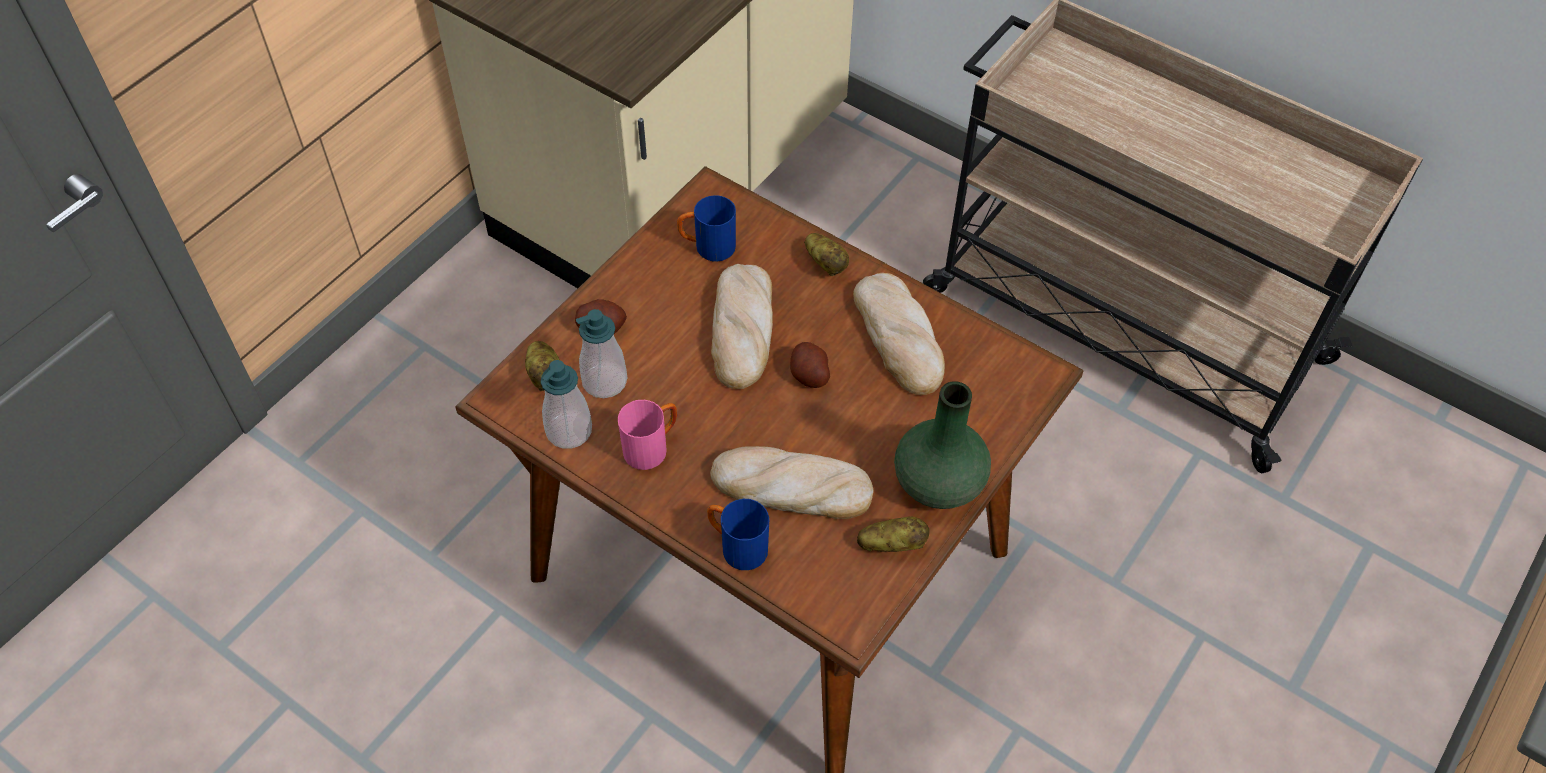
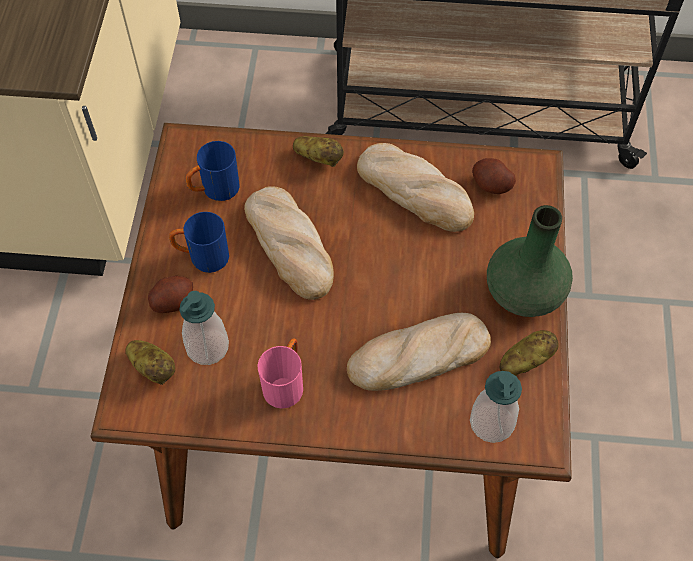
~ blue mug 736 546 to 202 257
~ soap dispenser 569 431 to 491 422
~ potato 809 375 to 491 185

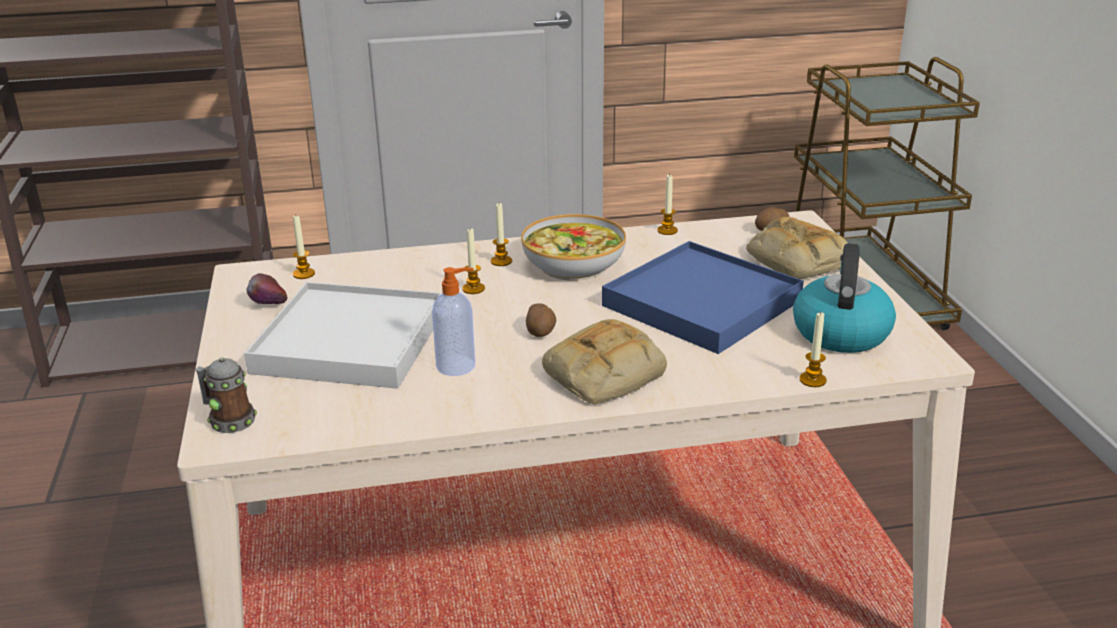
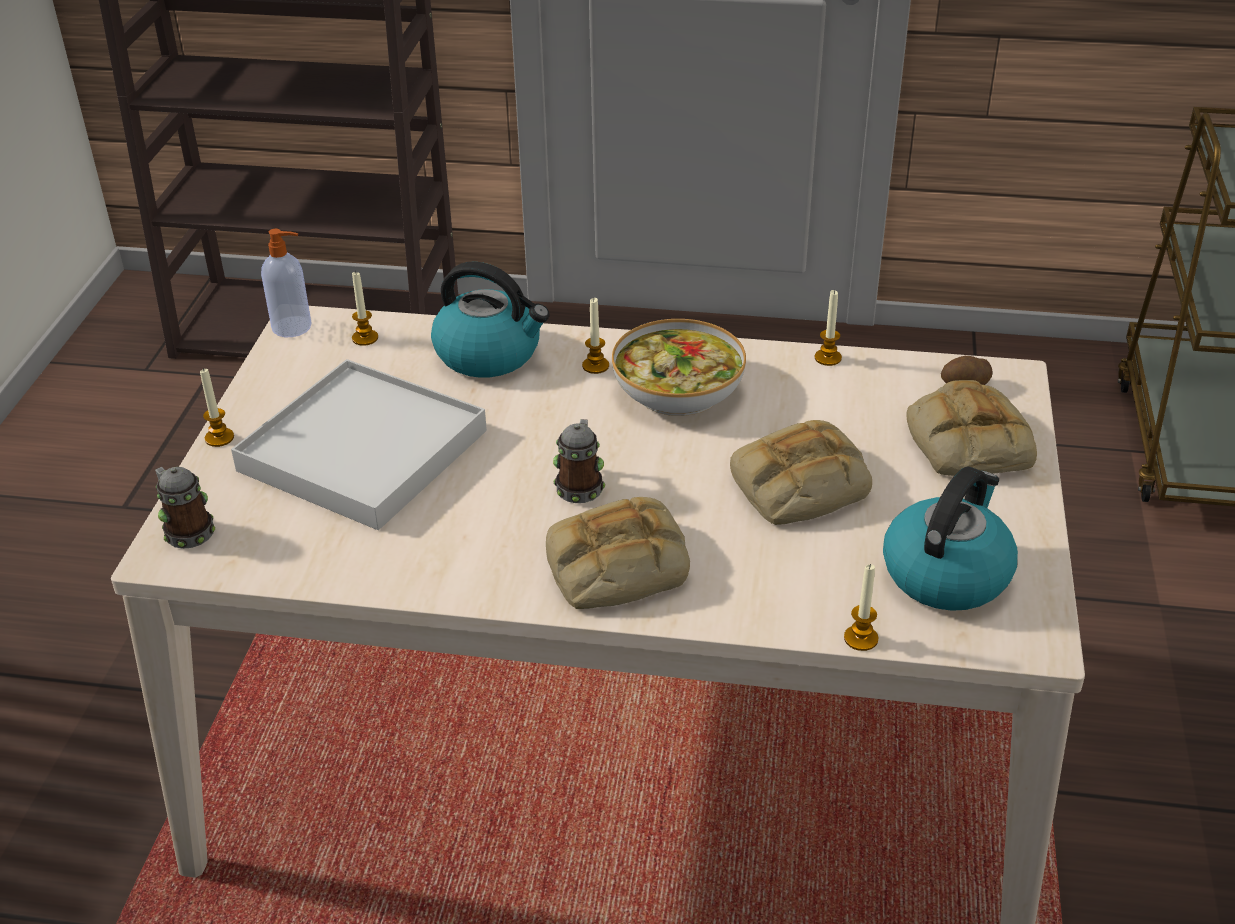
~ candle 473 289 to 219 438
~ soap dispenser 457 366 to 293 327
+ kettle 490 354
~ potato 541 331 to mug 580 485
~ blue tray 702 303 to bread 798 486
- apple 269 307

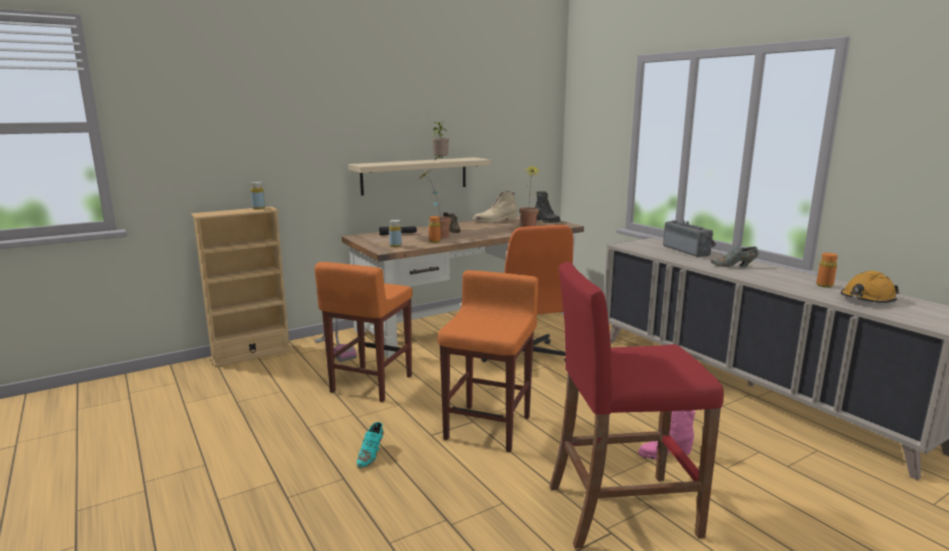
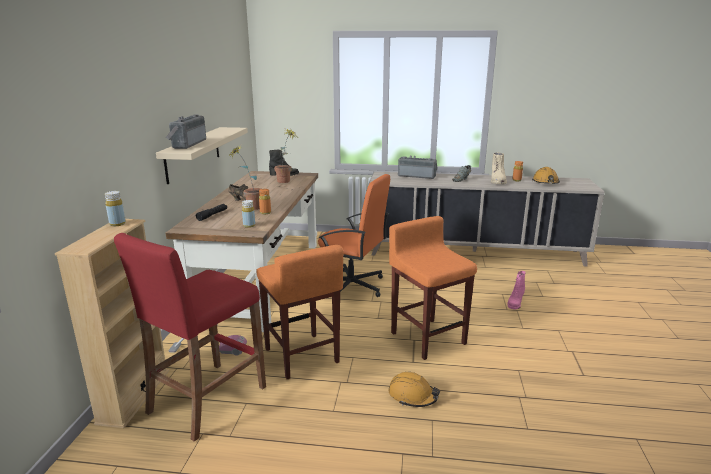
~ red stool 621 510 to 207 399
+ radio 187 144
~ turquoise shoe 371 455 to orange hard hat 412 396
~ beige boot 495 221 to 498 181
- potted plant 440 161

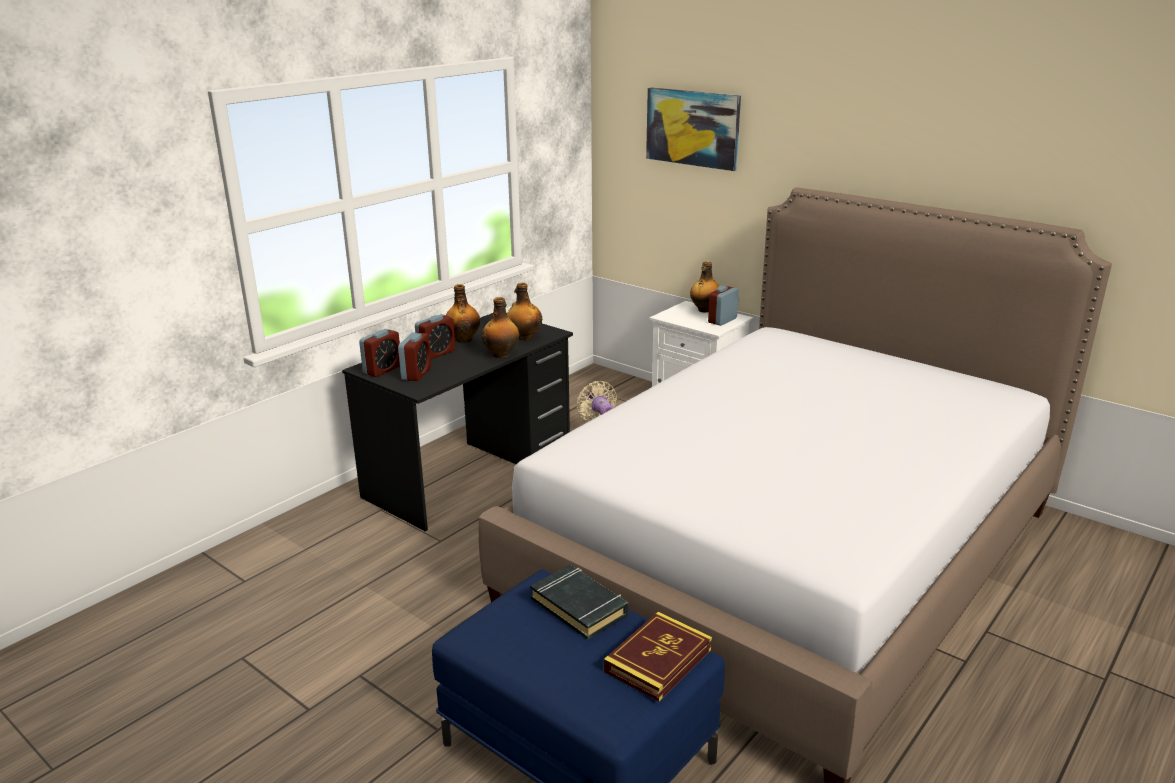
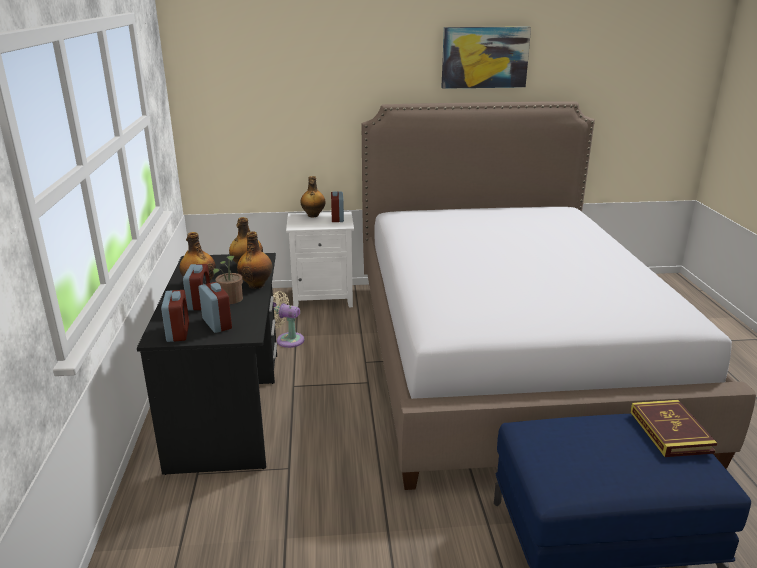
+ potted plant 230 300
~ picture 693 128 to 484 57
- black book 579 607

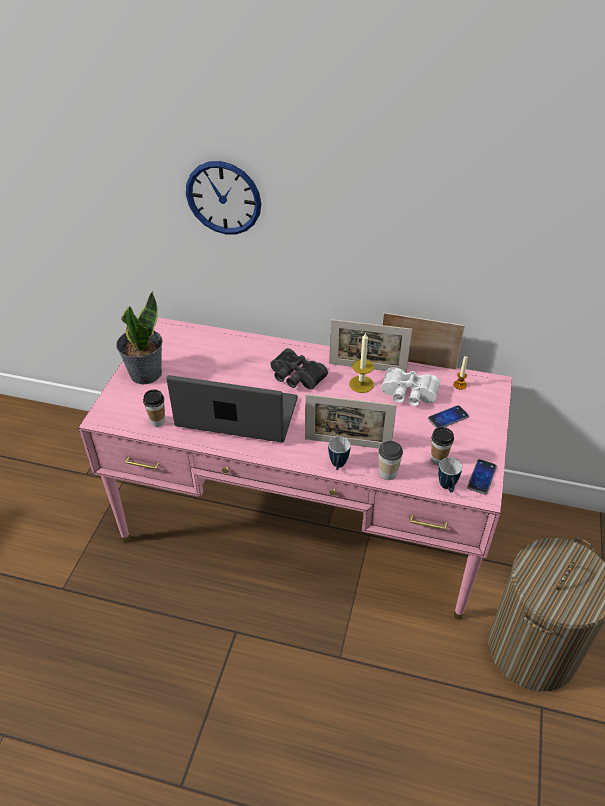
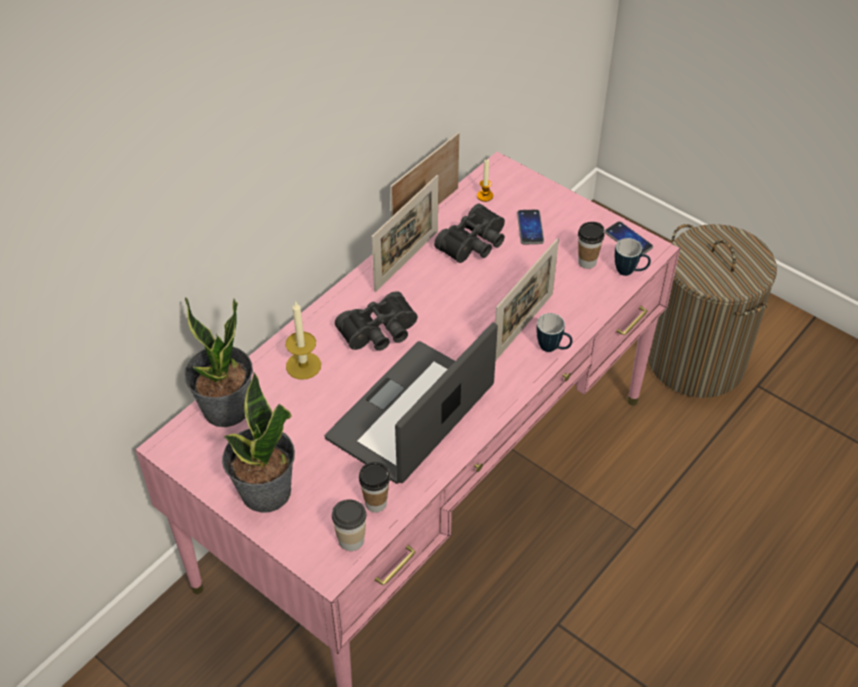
+ potted plant 226 409
~ candle 361 384 to 303 365
~ cup 387 473 to 351 540
~ white binoculars 408 395 to black binoculars 475 244
- wall clock 223 198

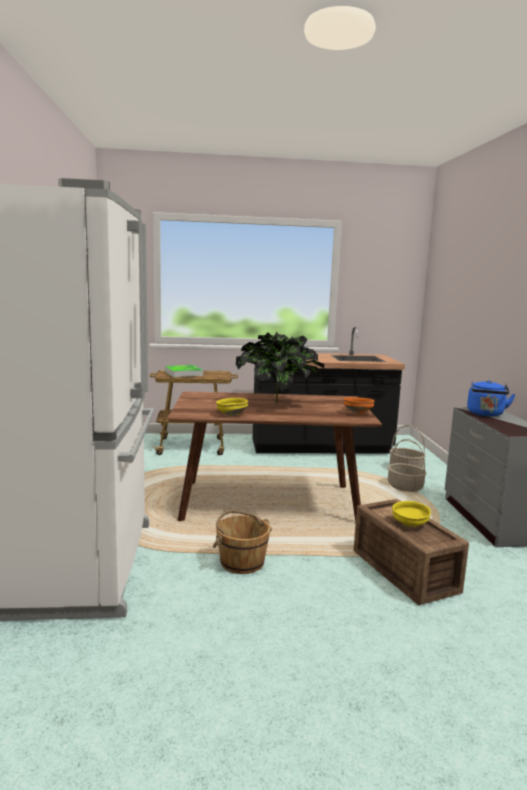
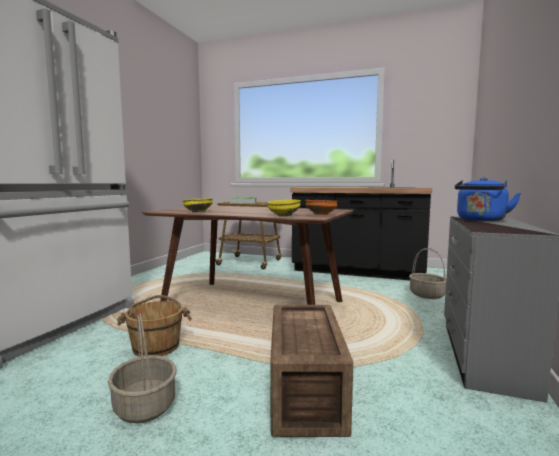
~ basket 405 487 to 145 406
~ yellow bowl 409 524 to 283 216
- potted plant 278 403

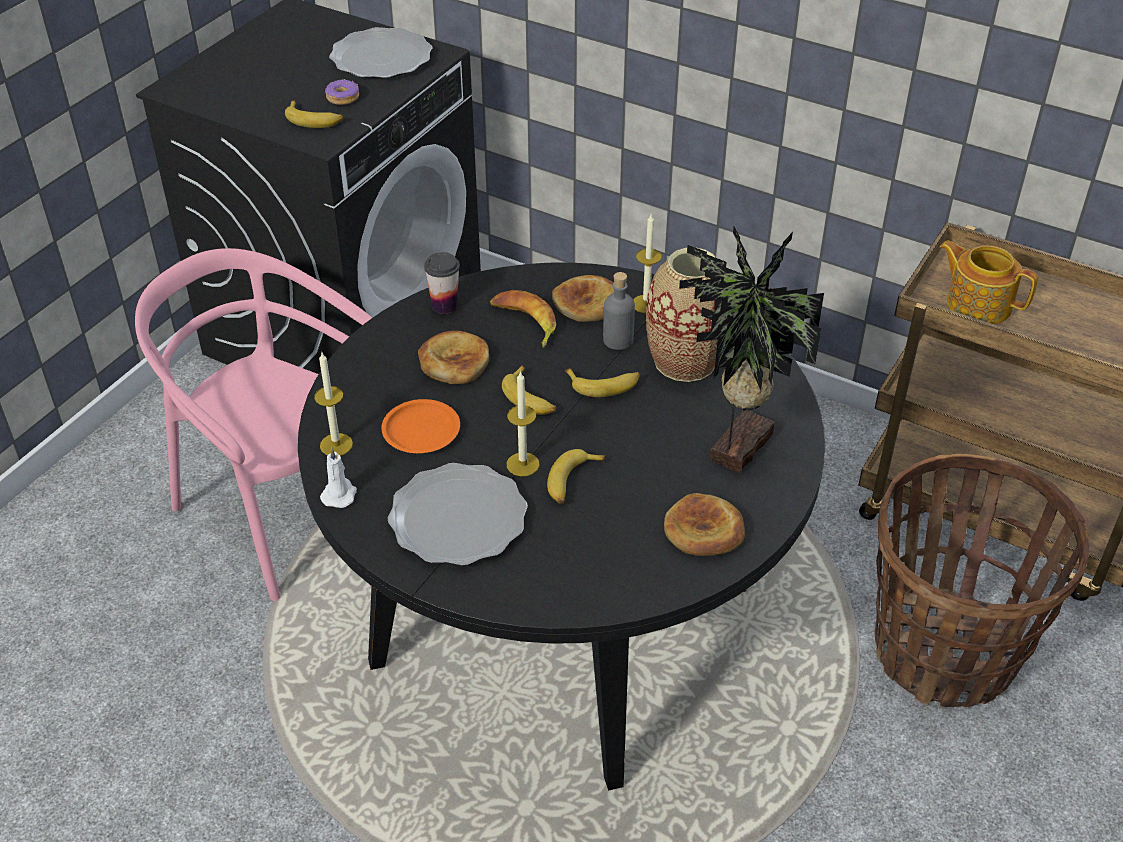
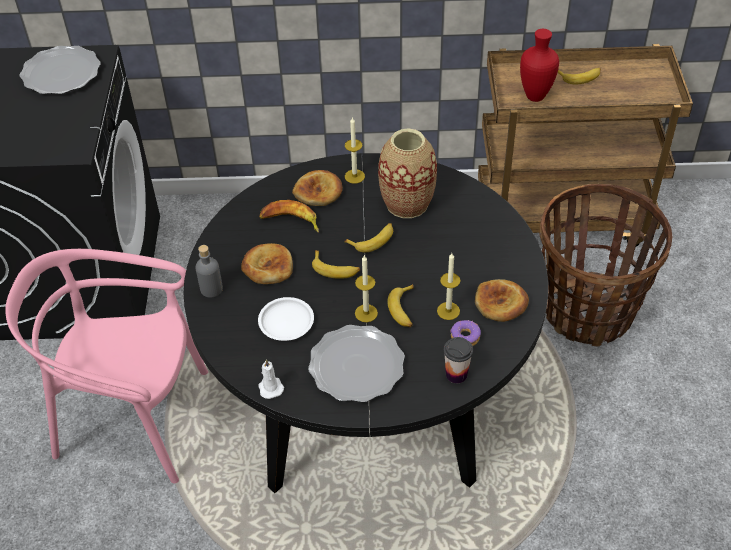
~ grey bottle 618 340 to 211 289
~ orange plate 421 430 to white plate 286 321
~ candle 336 445 to 448 311
~ cup 444 305 to 456 374
~ donut 342 98 to 465 337
~ teapot 978 304 to red vase 536 96
~ banana 314 120 to 580 77
- potted plant 736 446

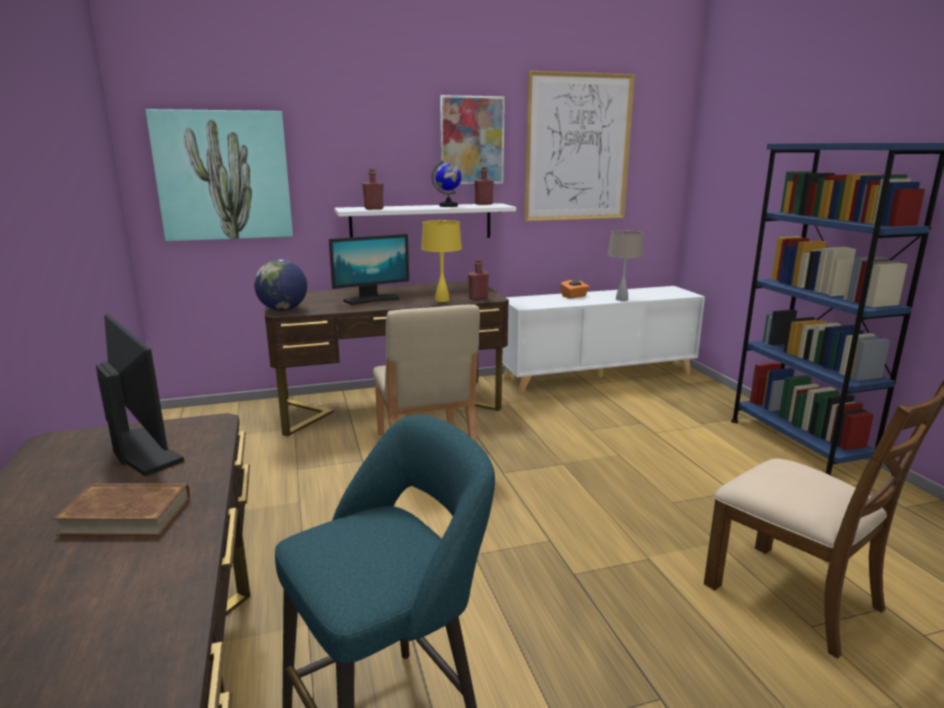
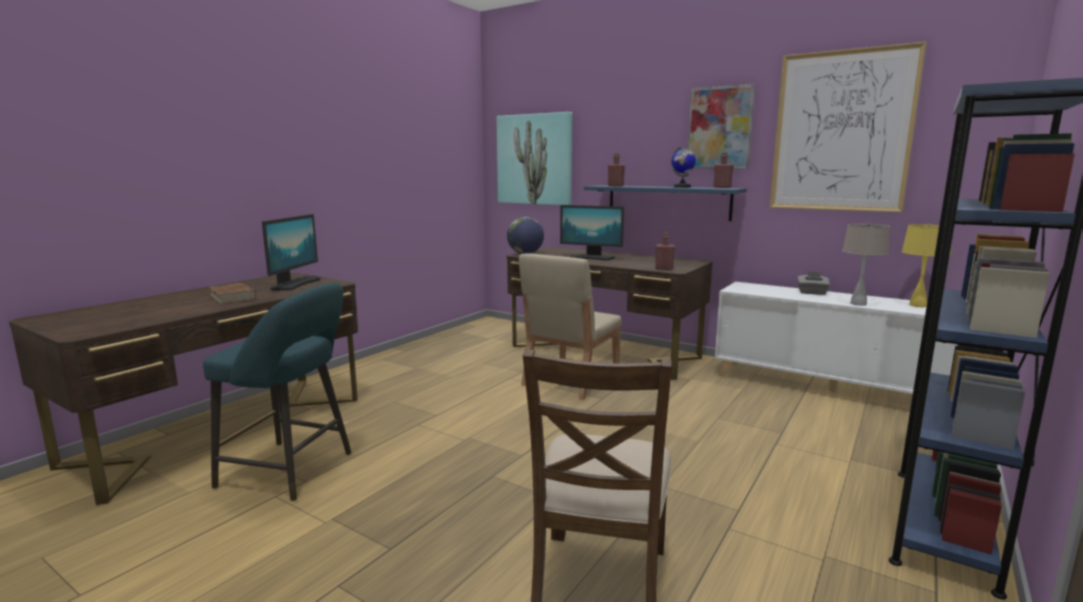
~ white shelf 421 223 to blue shelf 668 202
~ orange tissue box 574 296 to grey tissue box 812 293
~ yellow table lamp 442 300 to 917 305

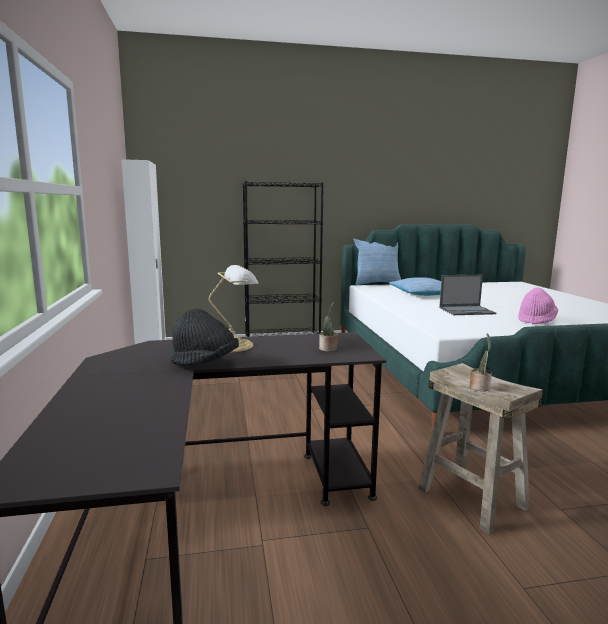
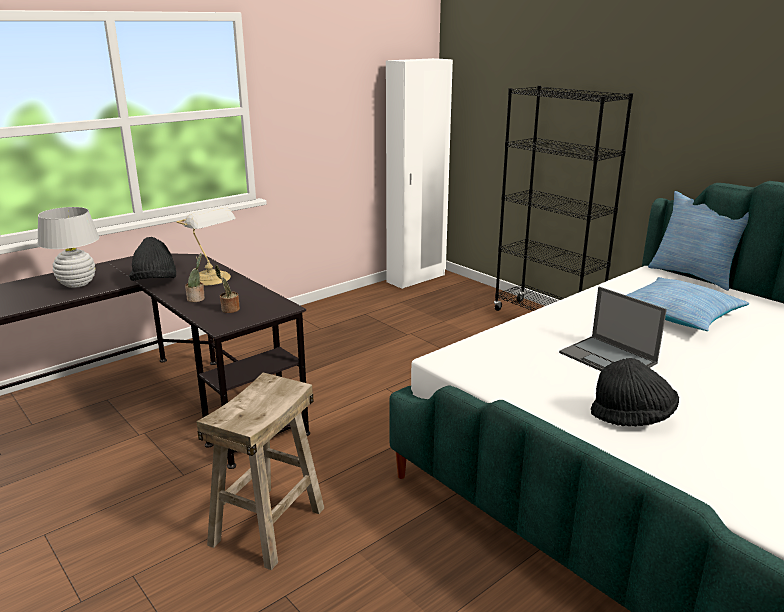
+ white table lamp 77 284
~ potted plant 480 387 to 197 299
~ pink hat 536 320 to black hat 632 417

